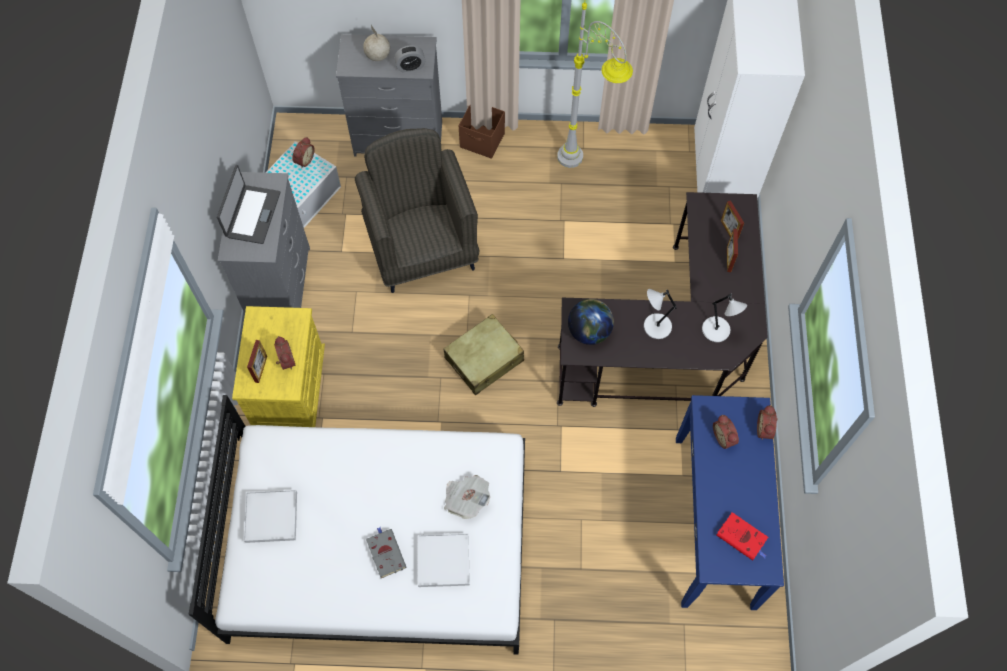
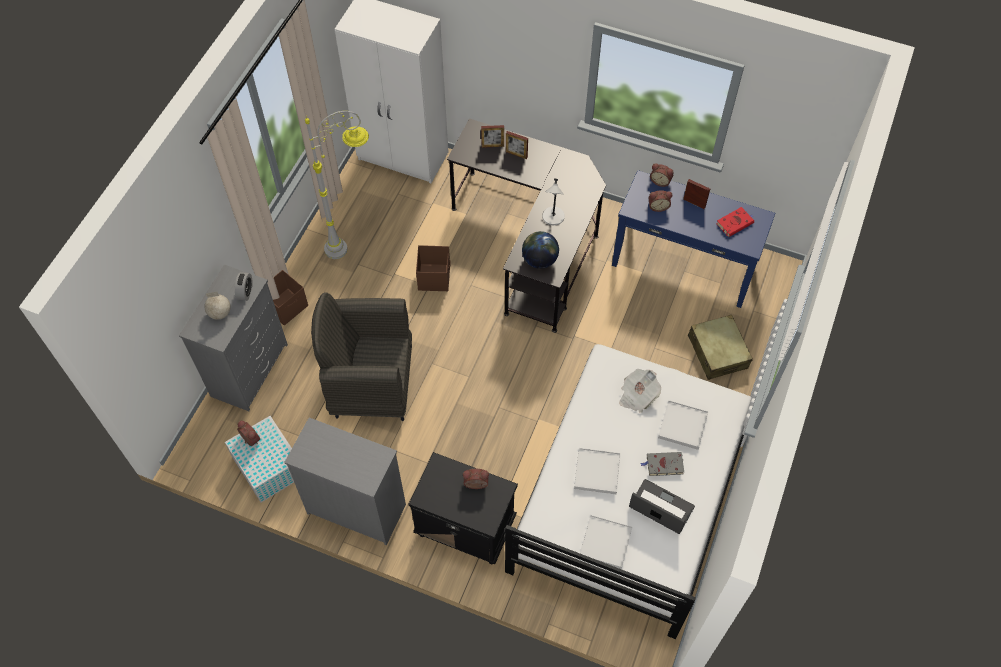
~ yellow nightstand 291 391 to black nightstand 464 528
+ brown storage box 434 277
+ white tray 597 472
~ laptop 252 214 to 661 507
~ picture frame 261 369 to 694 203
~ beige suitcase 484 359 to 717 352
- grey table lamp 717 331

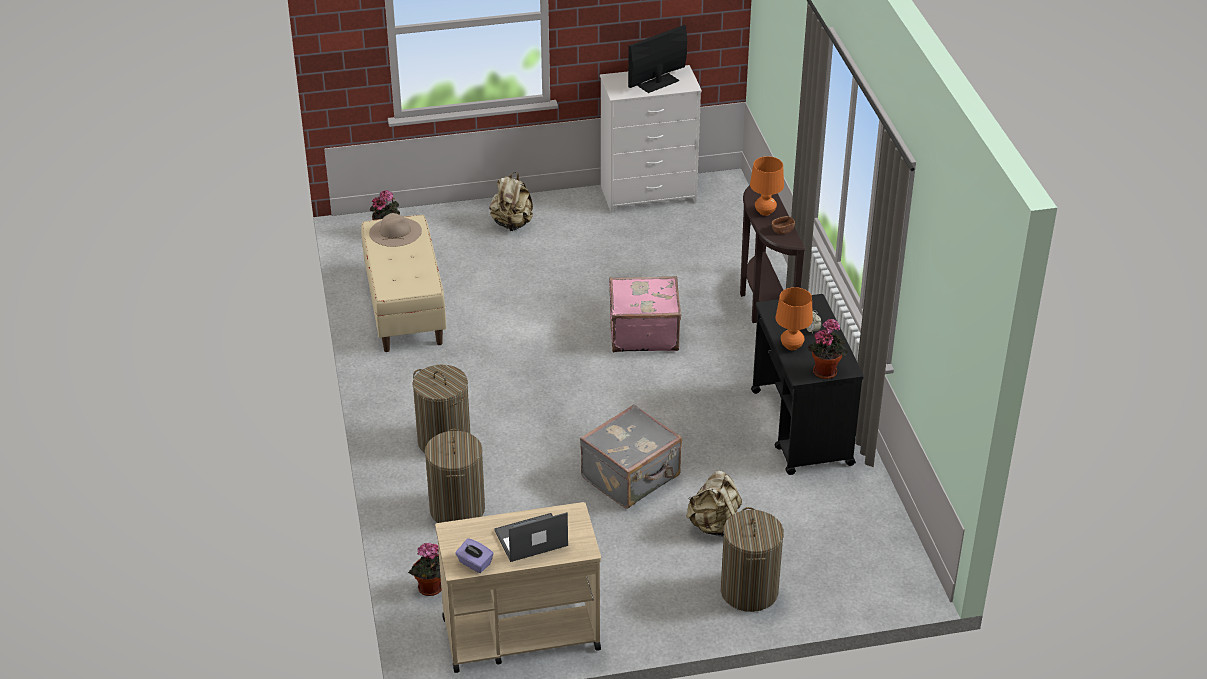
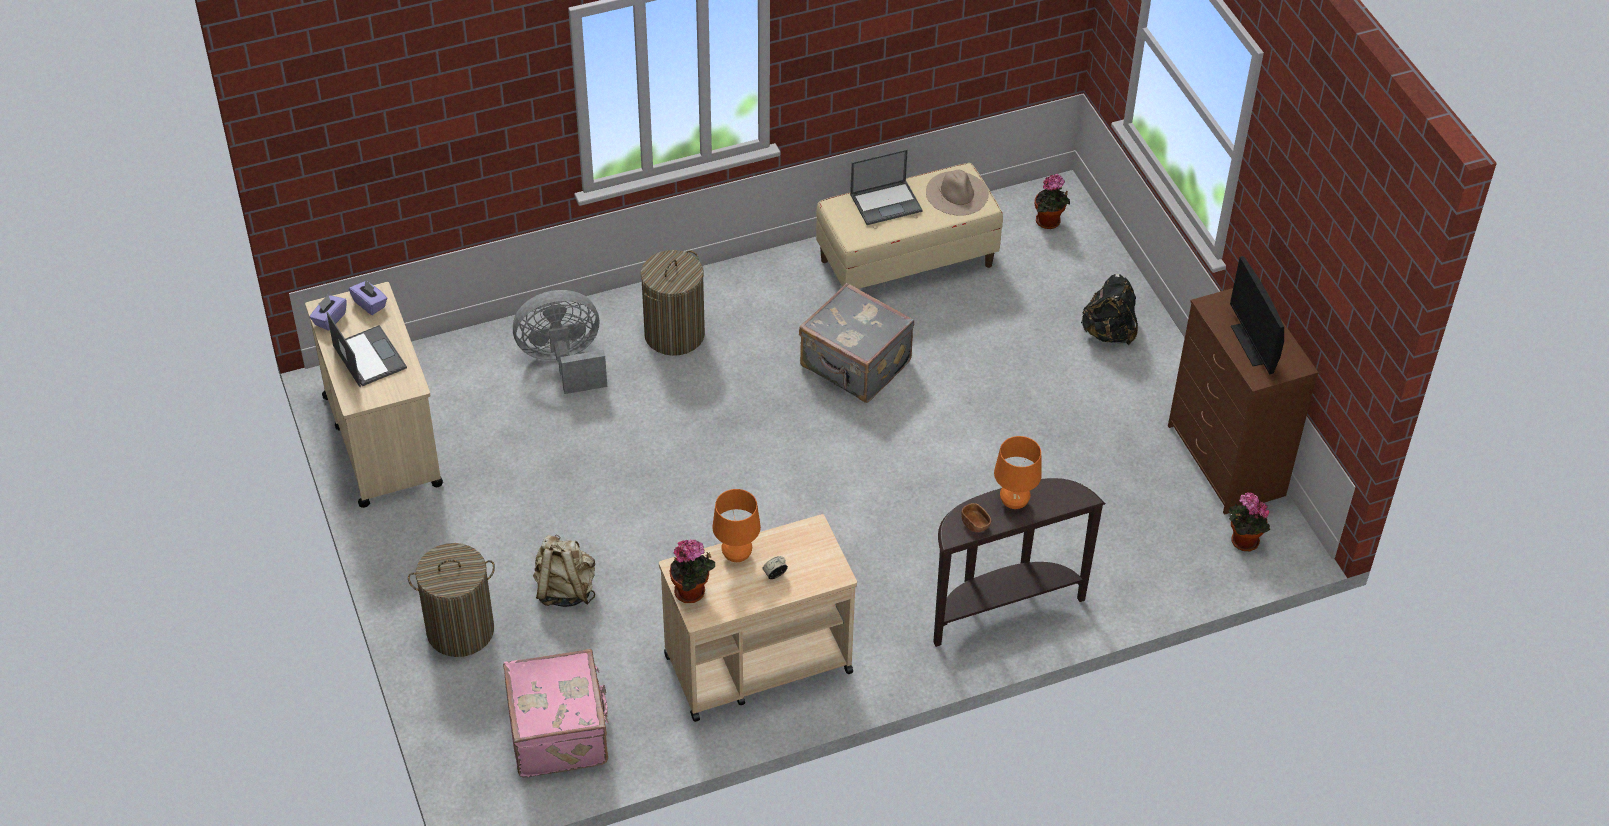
+ purple tissue box 370 304
~ pink suitcase 643 333 to 560 732
~ laundry basket 457 509 to grey fan 564 362
~ black cart 801 428 to beige cart 756 663
~ grey suitcase 632 477 to 854 366
+ laptop 886 202
~ beige backpack 512 224 to black backpack 1109 332
~ white dresser 649 194 to brown dresser 1226 461
~ potted plant 430 589 to 1242 542
~ monitor 658 83 = 1253 343 150 degrees counterclockwise

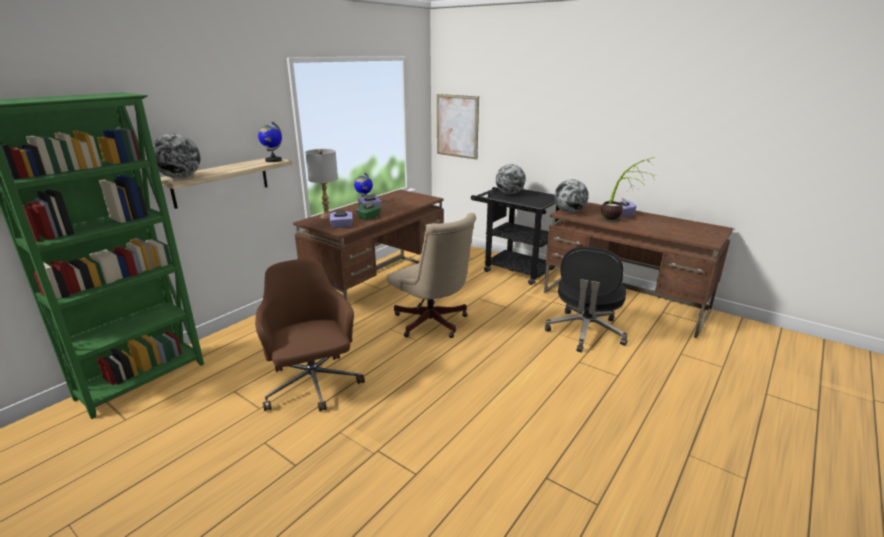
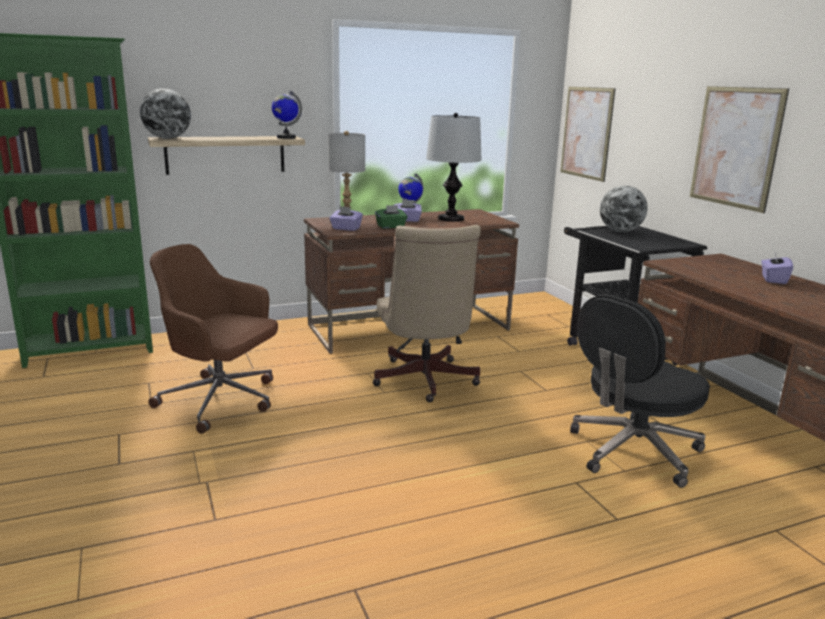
~ brown office chair 313 386 = 221 401 75 degrees counterclockwise
+ table lamp 450 219
+ picture 735 147
- globe 569 212
- potted plant 619 222

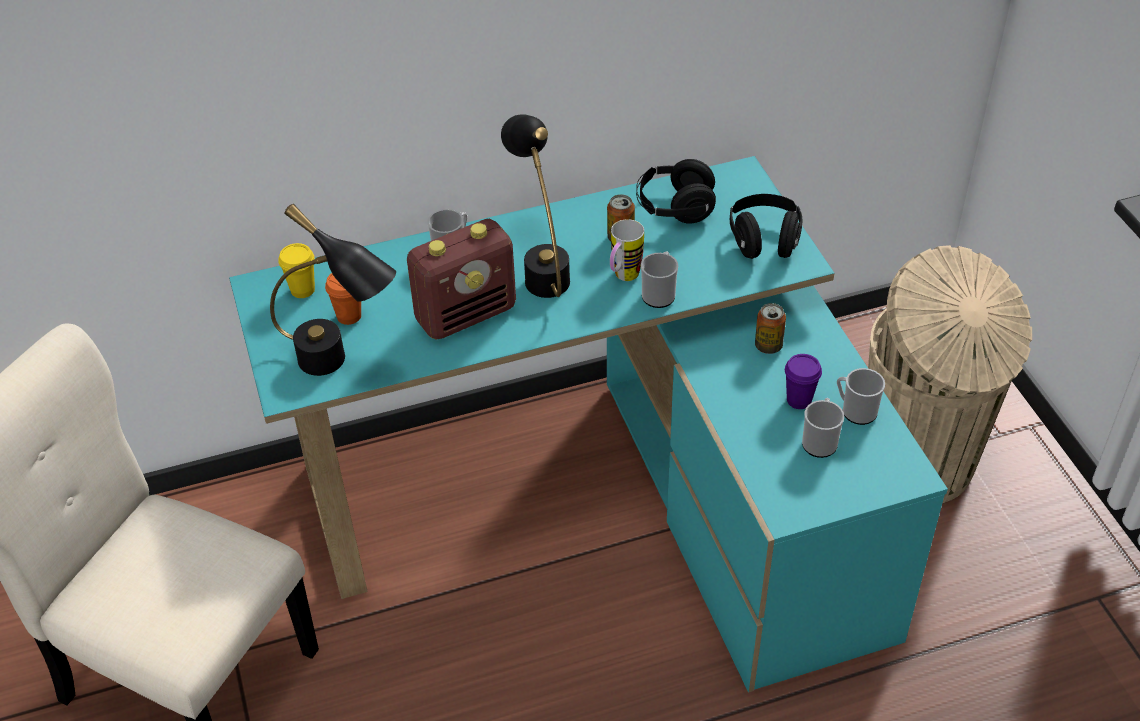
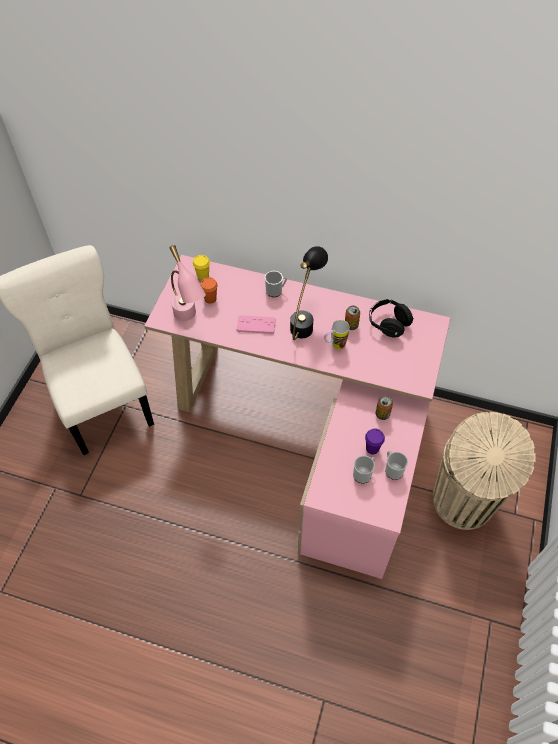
~ turquoise desk 607 499 to pink desk 311 432
~ black table lamp 341 365 to pink table lamp 189 320
~ radio 466 314 to pink game controller 256 325
- mug 659 294
- black headphones 764 240

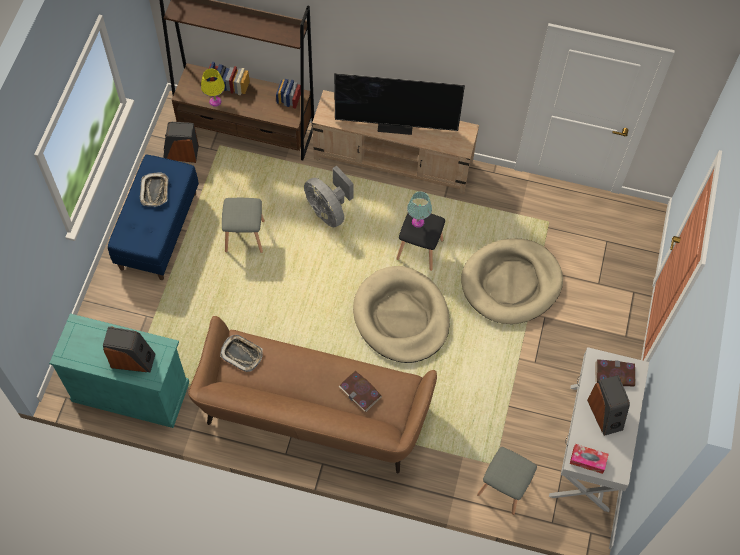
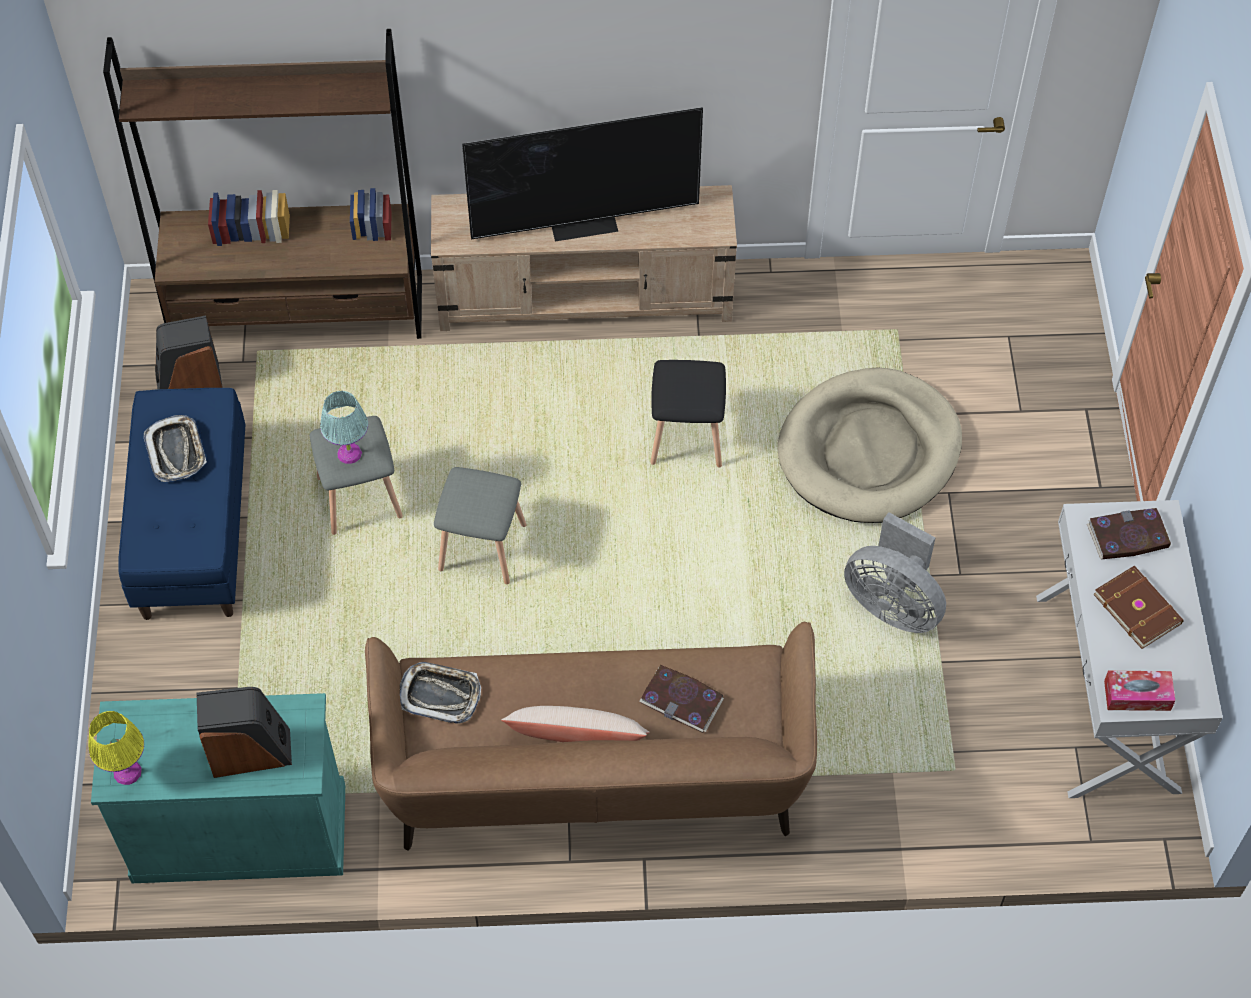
~ yellow table lamp 215 101 to 127 772
~ turquoise table lamp 418 222 to 349 453
~ grey stool 504 488 to 483 549
+ beige pillow 576 740
~ grey fan 328 211 to 893 604
~ speaker 605 414 to brown book 1138 608
- beige dog bed 401 317

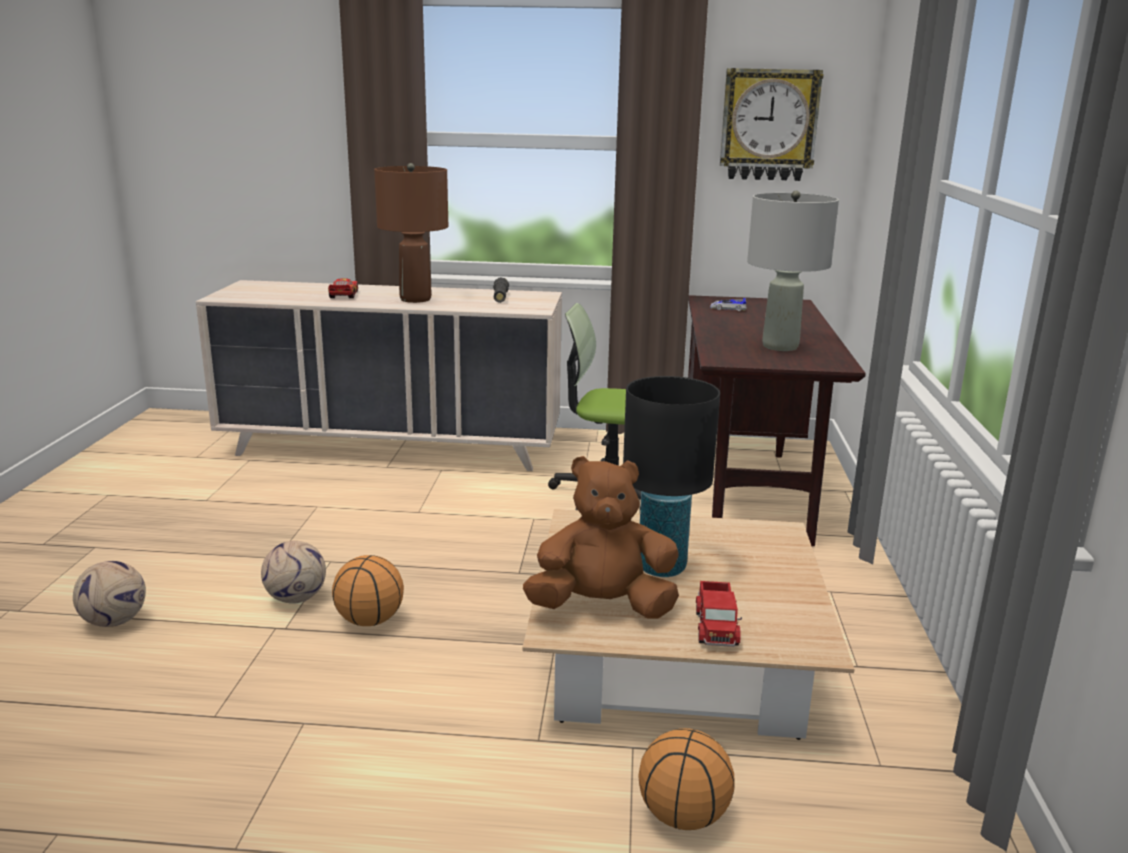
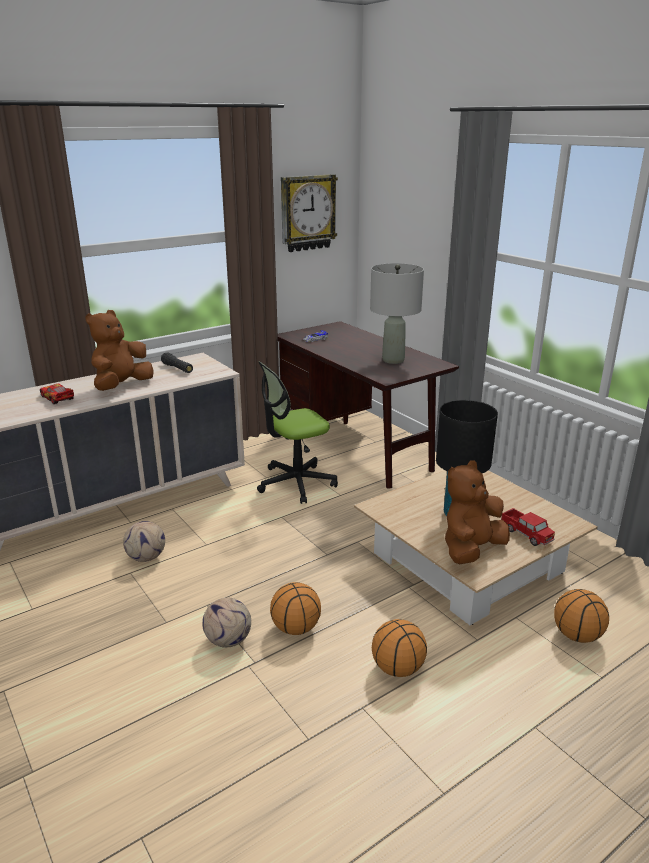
~ brown table lamp 416 299 to brown plush toy 122 386
~ football 114 622 to 147 558
+ basketball 397 669

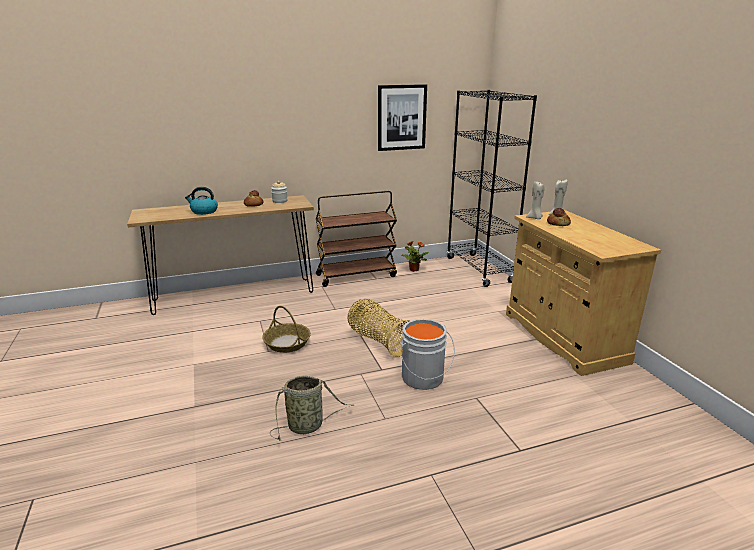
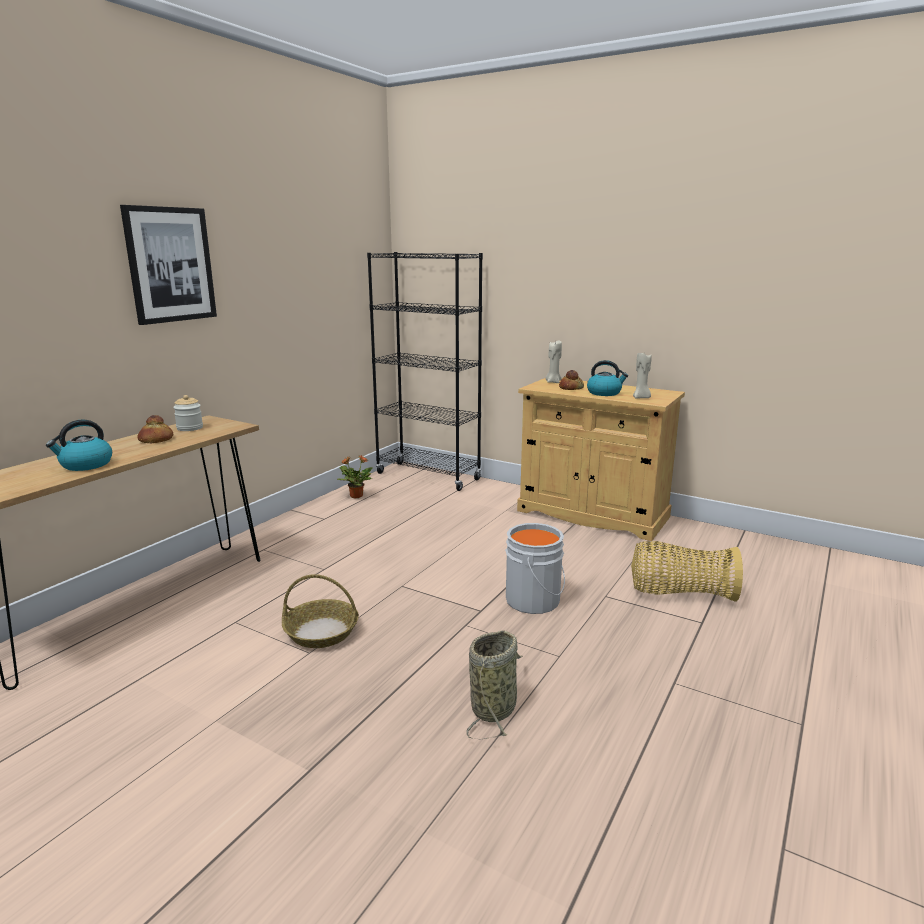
~ picture 401 117 to 170 265
+ kettle 604 393
~ basket 379 341 to 680 593
~ beige candle 535 218 to 641 398
- brown cart 356 275

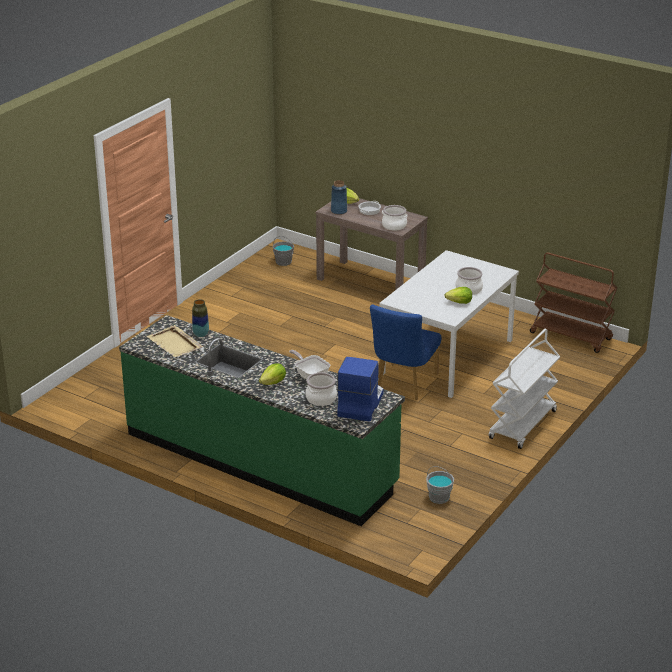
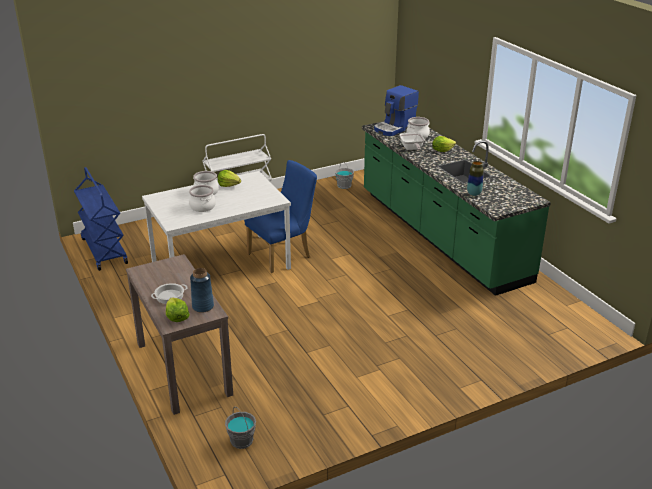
~ brown cart 571 336 to blue cart 103 250
~ cooking pot 394 226 to 203 206
- beige tray 175 344

